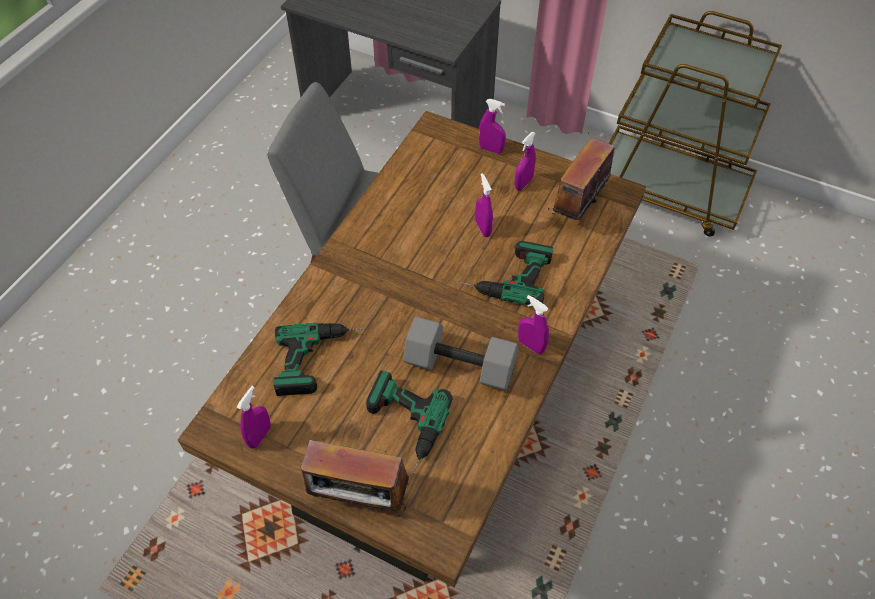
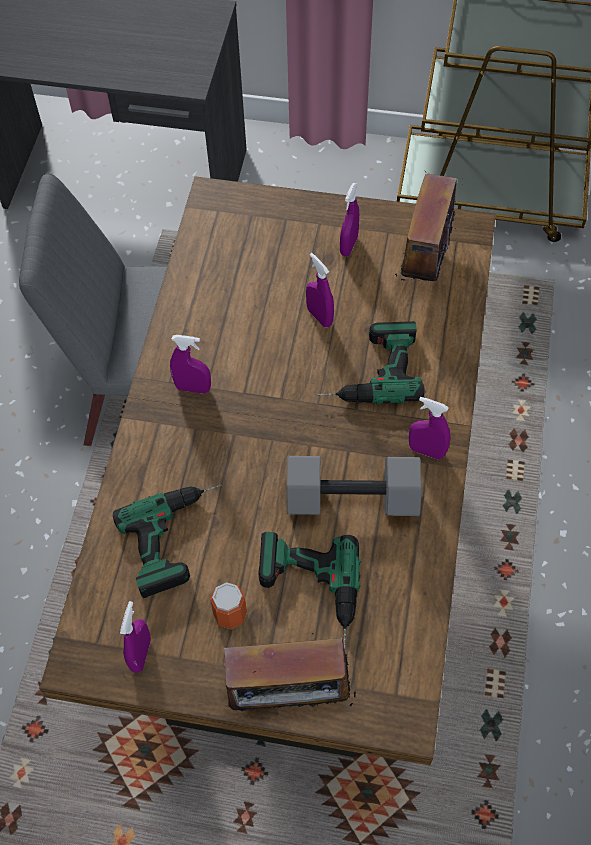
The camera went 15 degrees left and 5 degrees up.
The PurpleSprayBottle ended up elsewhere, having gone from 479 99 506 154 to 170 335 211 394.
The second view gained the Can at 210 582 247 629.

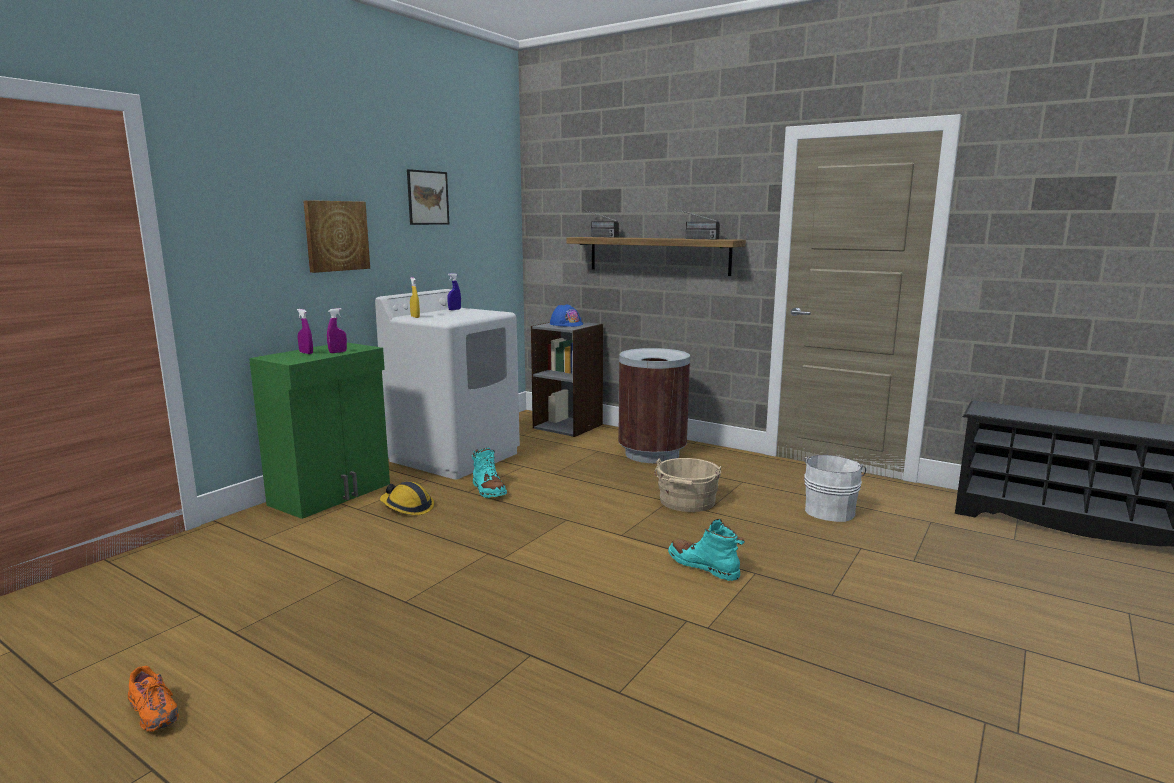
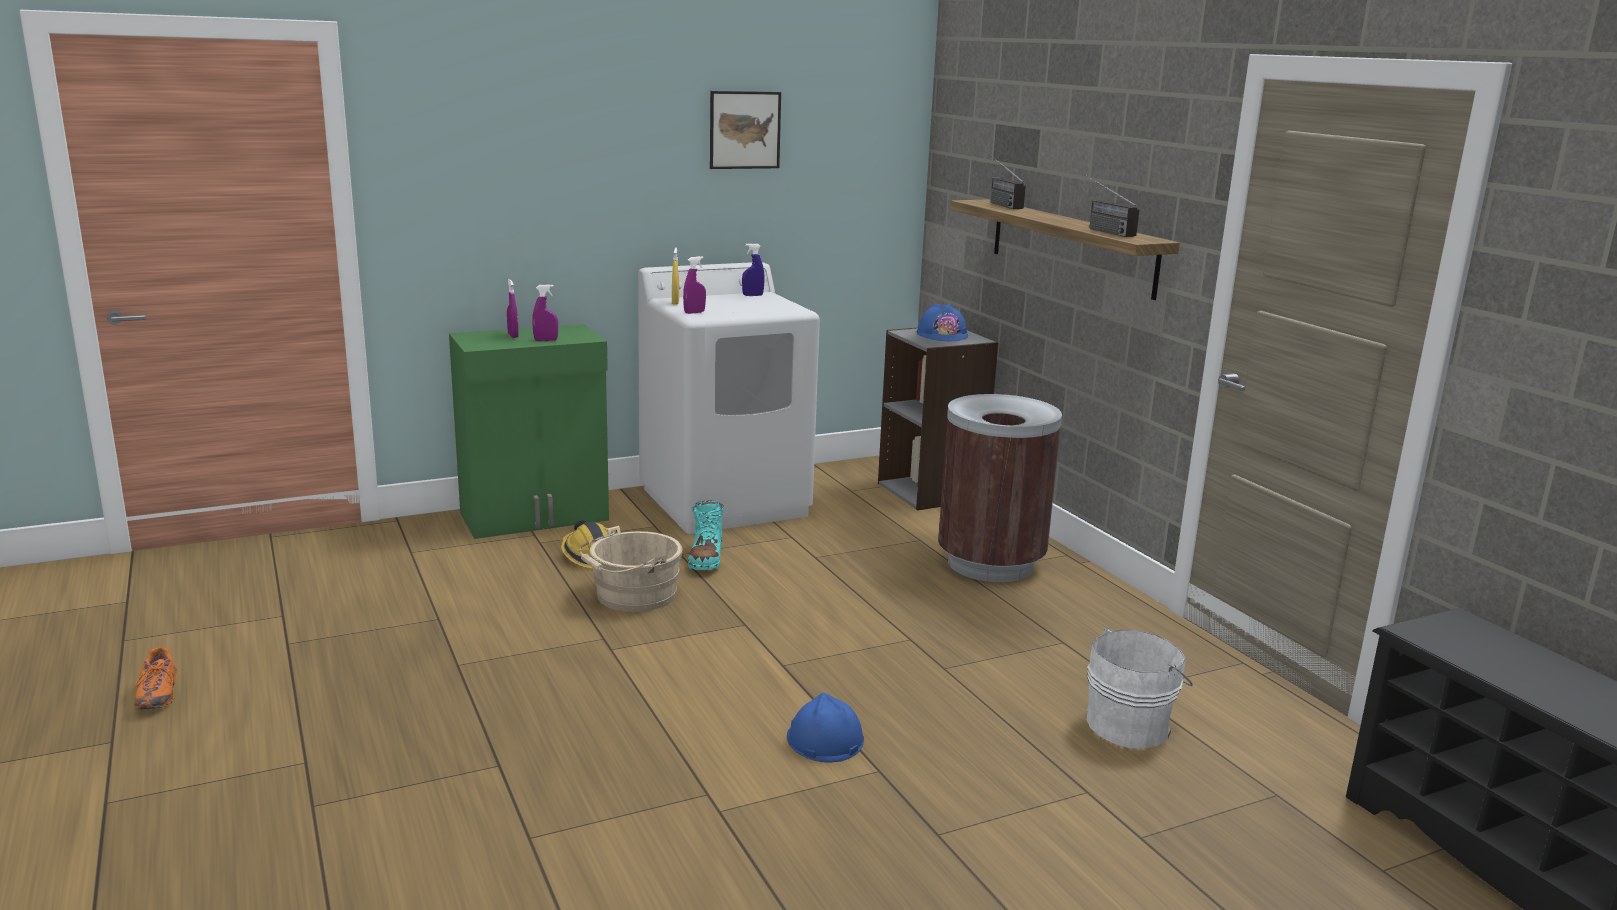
The camera went 30 degrees right and 5 degrees up.
The second view lost the Picture at 303 200 370 273.
The BeigeBucket ended up elsewhere, having gone from 654 458 721 512 to 580 526 683 612.
Where the TurquoiseBoot stood at 668 519 745 581, the BlueHardHat came to stand at 787 692 864 763.
The second view gained the PurpleSprayBottle at 683 256 706 314.

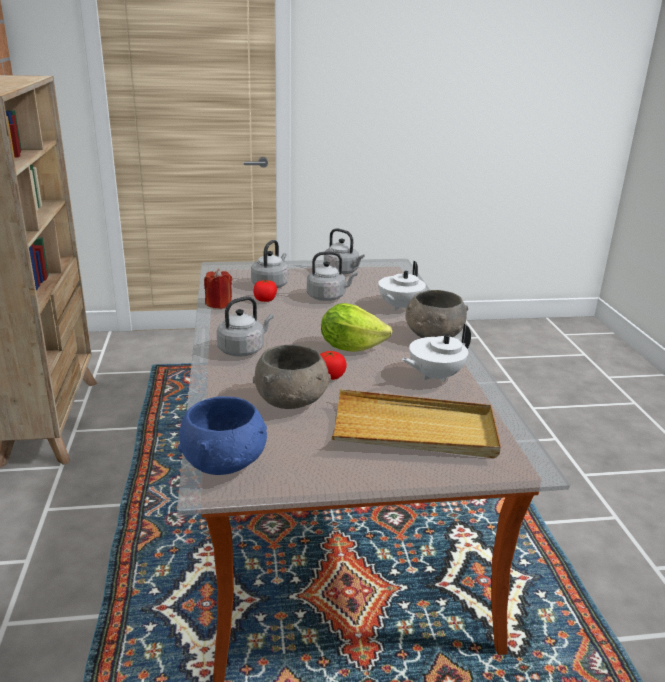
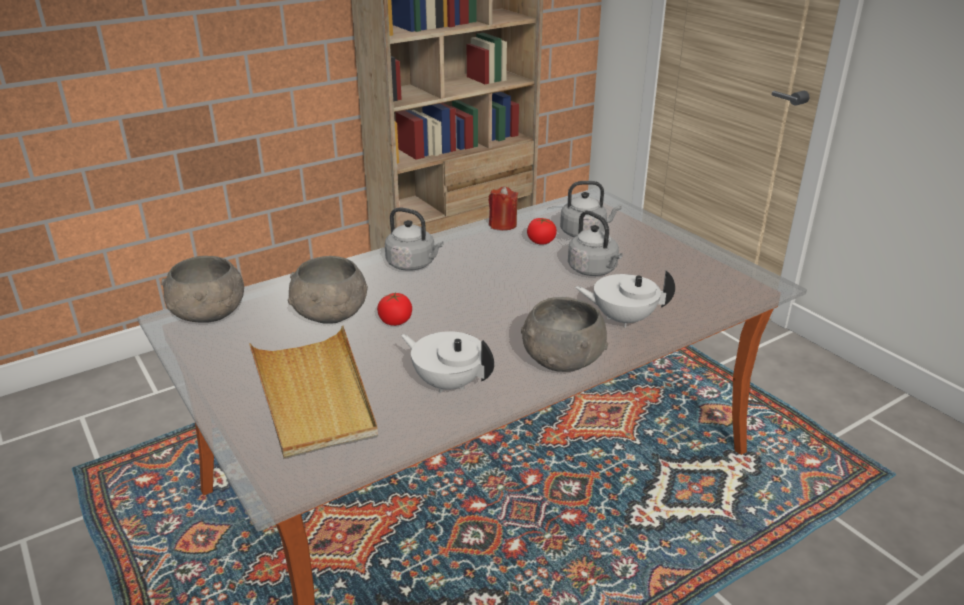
The camera went 65 degrees right and 5 degrees up.
The second view lost the GreyKettle at 324 228 365 274.
The second view lost the Lettuce at 321 303 393 352.
What was the BlueBowl at 178 396 267 475 turned into the GreyBowl at 161 256 244 323.

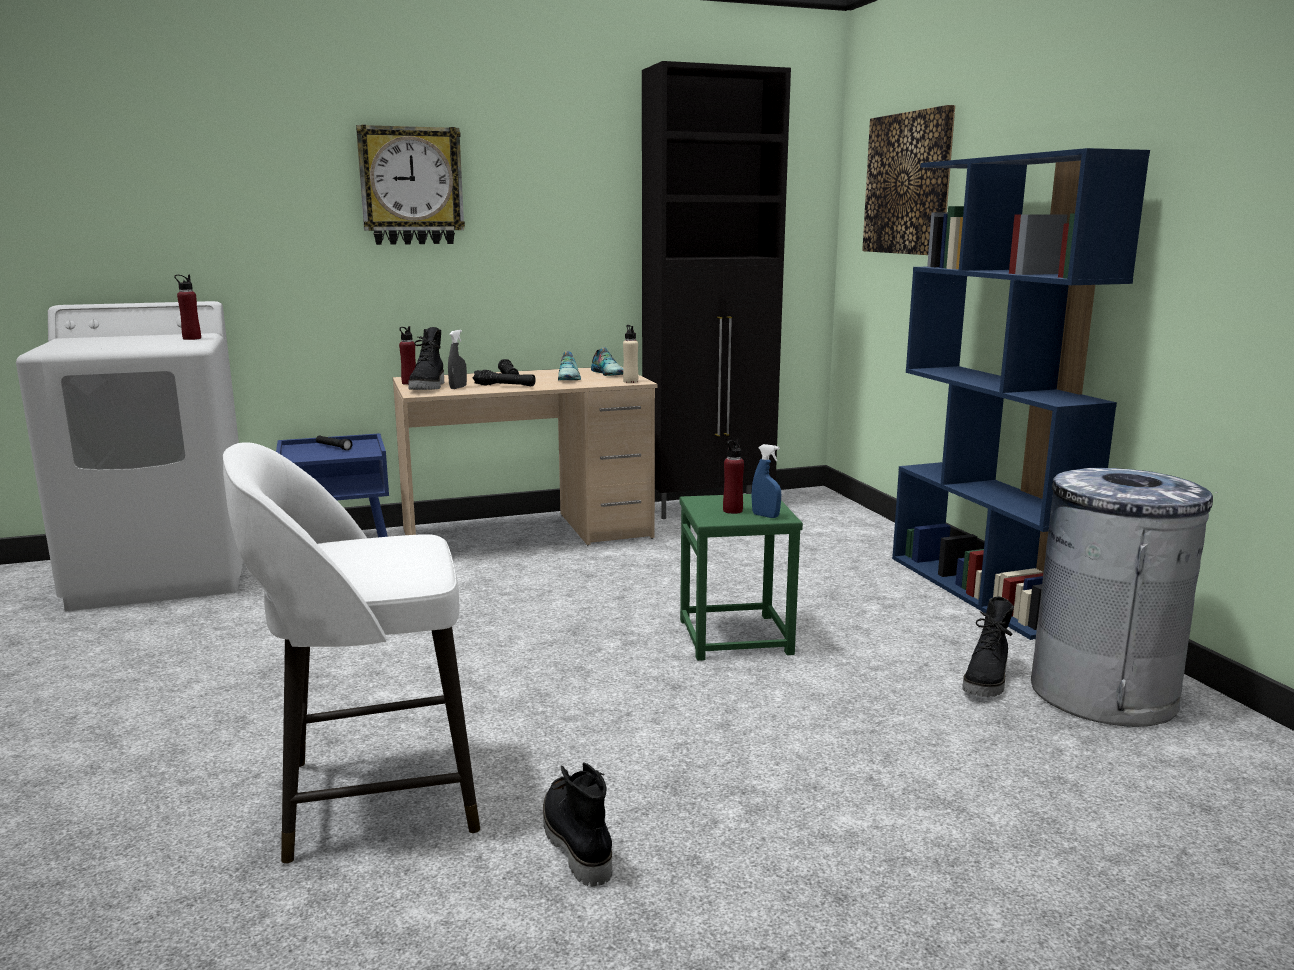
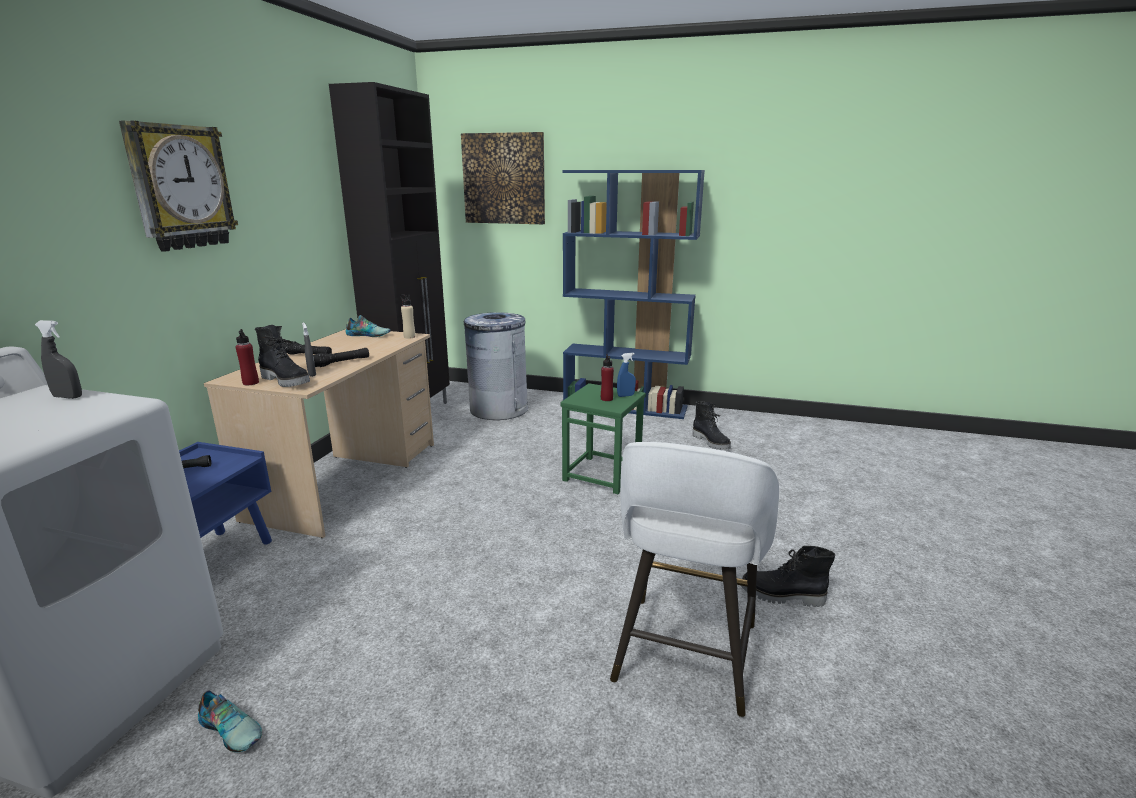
The camera went 55 degrees left and 5 degrees up.
Where the RedBottle stood at 174 275 201 340, the GreySprayBottle came to stand at 35 320 82 399.
The Shoe ended up elsewhere, having gone from 558 351 581 380 to 198 691 262 752.
The GreyTrashCan ended up elsewhere, having gone from 1031 468 1217 727 to 464 312 528 420.

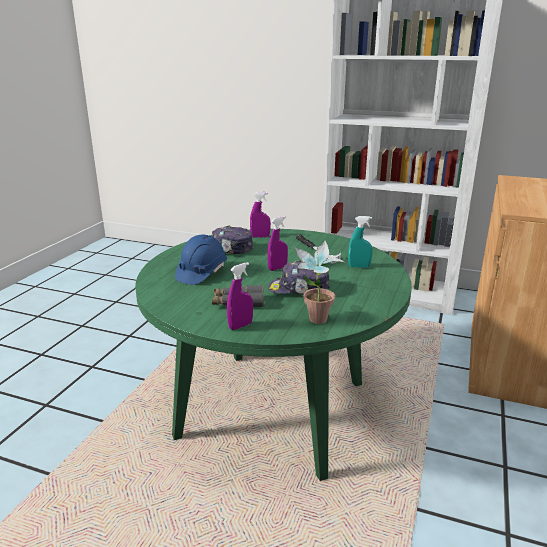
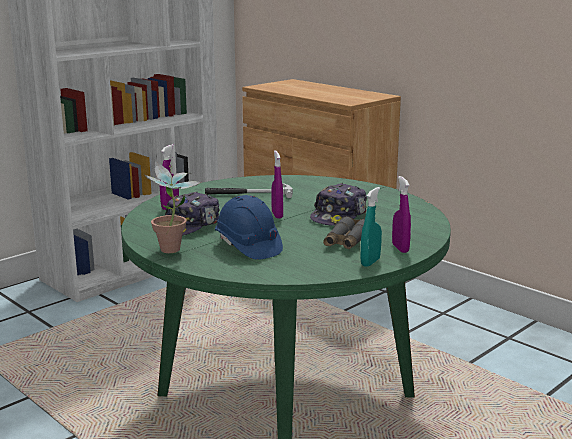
The camera went 65 degrees left and 5 degrees down.
The TurquoiseSprayBottle ended up elsewhere, having gone from 348 216 373 268 to 360 187 382 267.
The PottedPlant ended up elsewhere, having gone from 295 241 345 324 to 145 161 201 253.

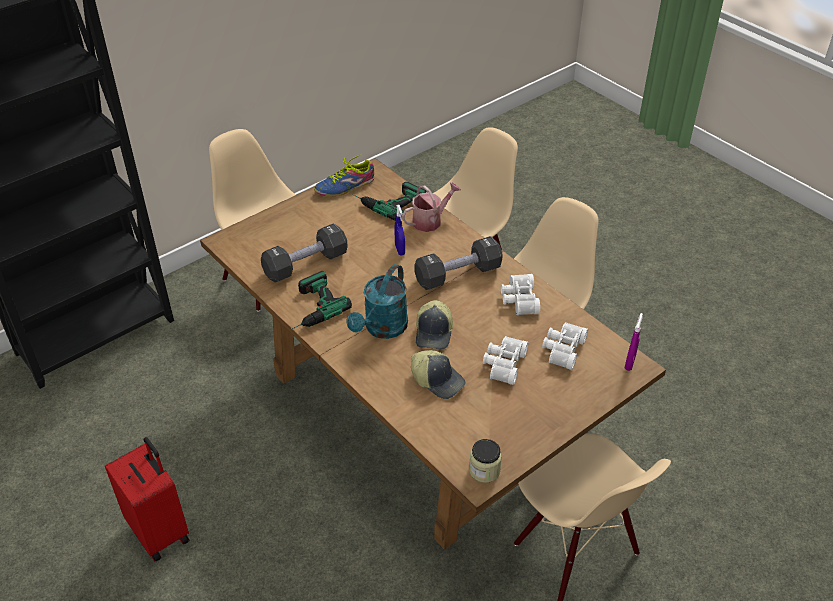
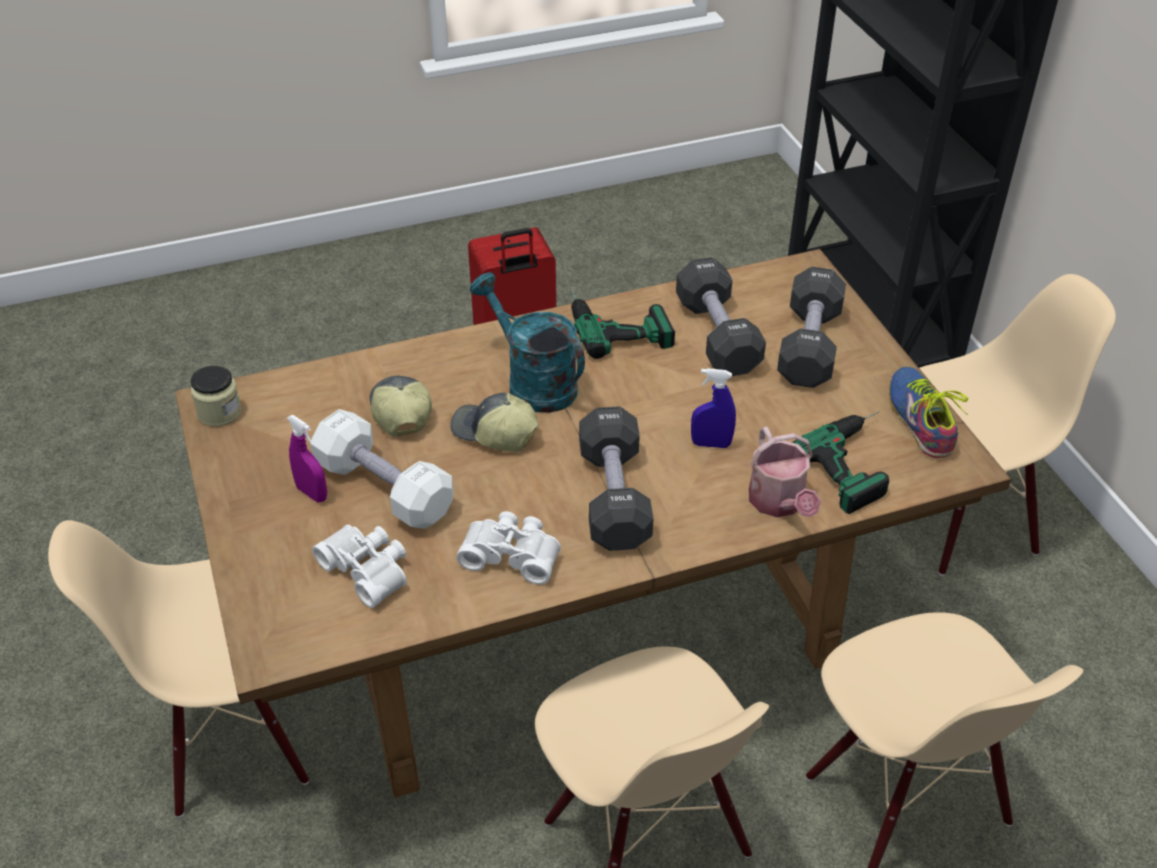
The camera went 110 degrees right and 0 degrees up.
The PurpleSprayBottle ended up elsewhere, having gone from 624 313 643 371 to 287 415 327 502.
Where the WhiteBinoculars stood at 483 336 529 385, the WhiteDumbbell came to stand at 310 409 454 529.
The Cap at 411 350 466 399 ended up facing another way, 105 degrees clockwise from before.
The second view gained the BlackDumbbell at 777 267 846 388.

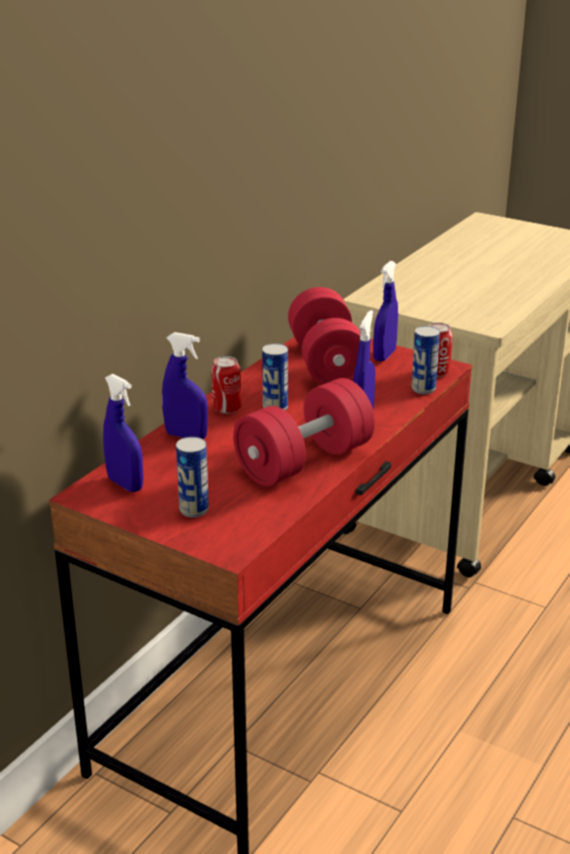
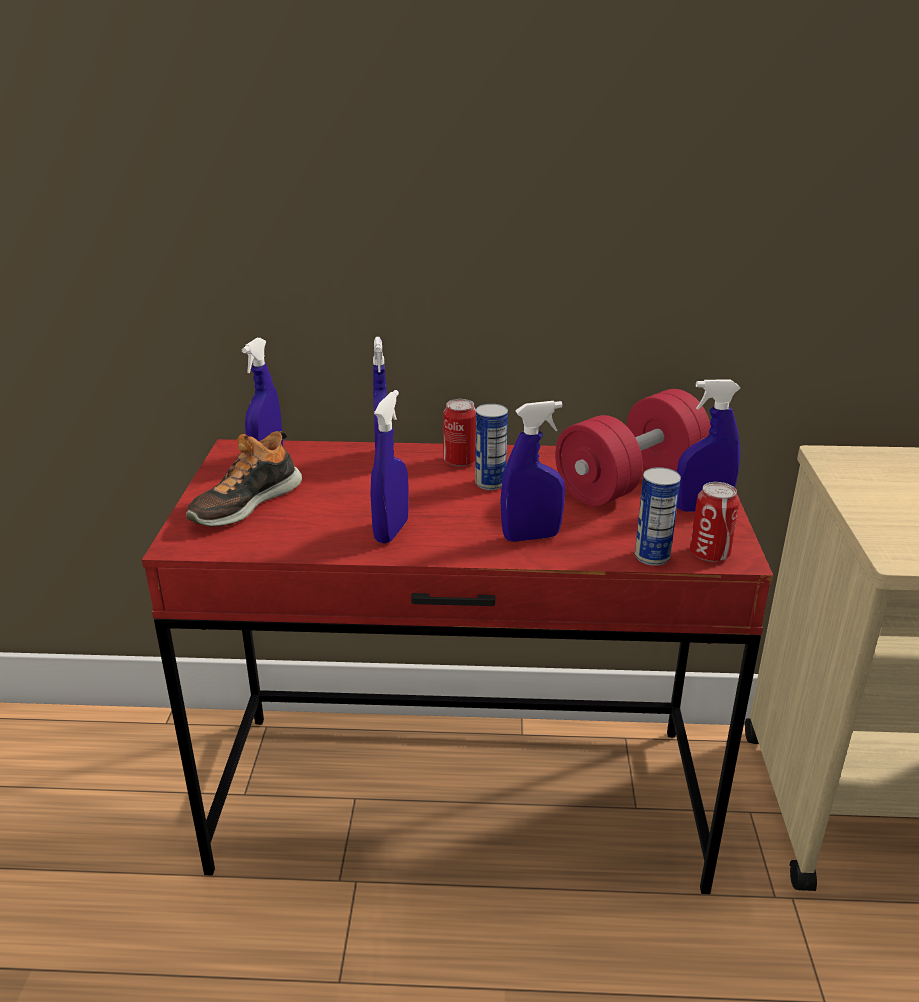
The camera went 60 degrees right and 0 degrees up.
Where the RedDumbbell stood at 233 378 375 486, the BlueSprayBottle came to stand at 370 390 409 544.
Where the Can stood at 176 437 209 517, the Shoe came to stand at 186 431 302 527.

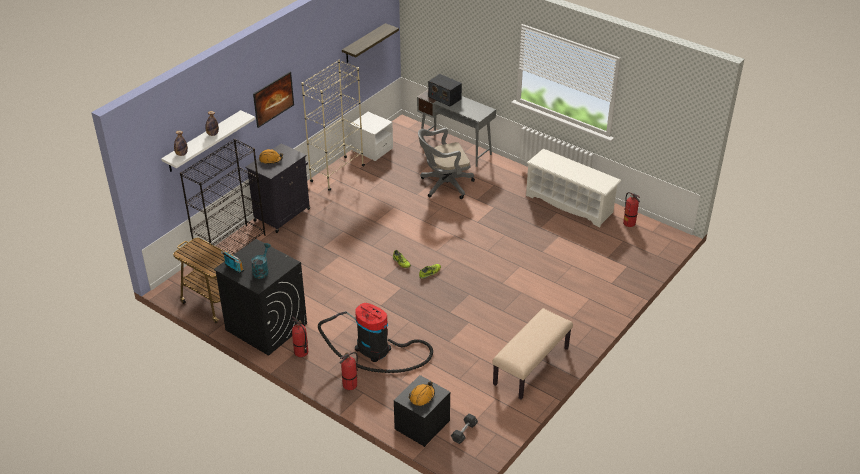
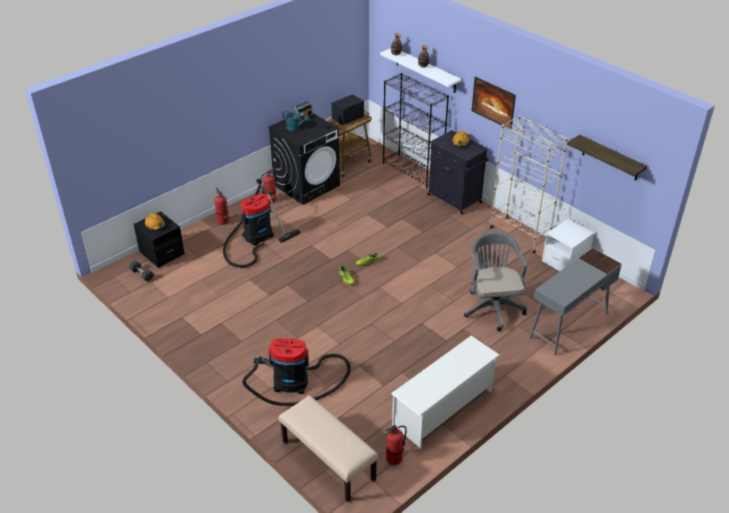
The camera went 100 degrees right and 0 degrees up.
The Radio ended up elsewhere, having gone from 428 74 462 106 to 331 94 364 125.
The BeigeBench ended up elsewhere, having gone from 492 308 573 400 to 279 395 378 502.
The second view gained the VacuumCleaner at 242 338 351 406.

